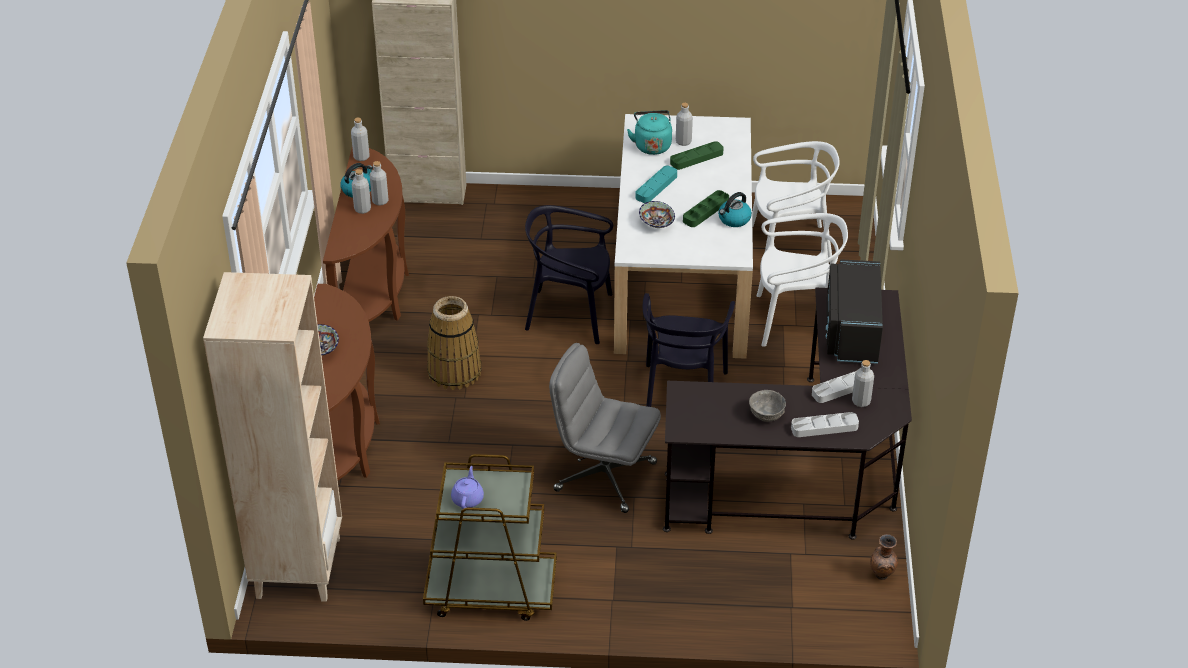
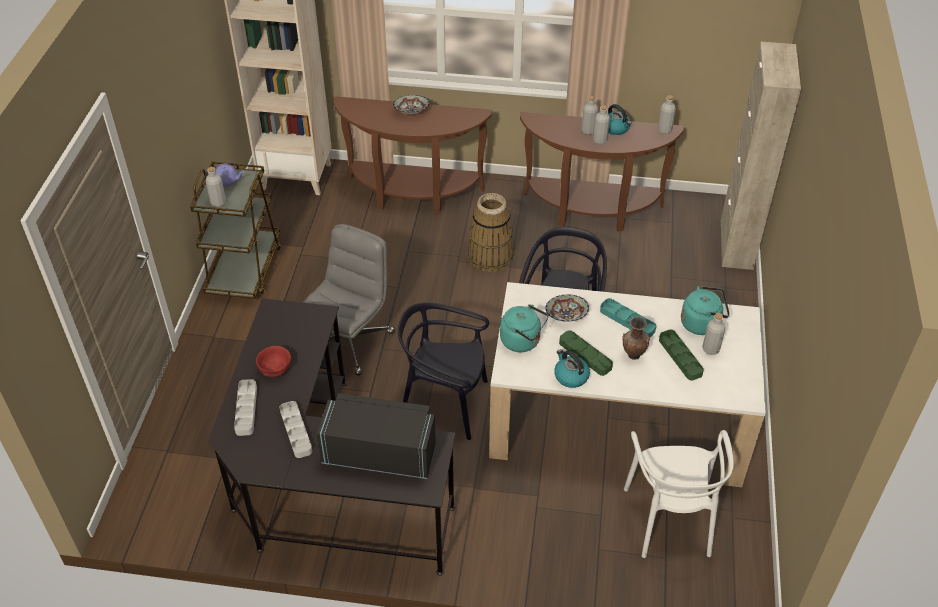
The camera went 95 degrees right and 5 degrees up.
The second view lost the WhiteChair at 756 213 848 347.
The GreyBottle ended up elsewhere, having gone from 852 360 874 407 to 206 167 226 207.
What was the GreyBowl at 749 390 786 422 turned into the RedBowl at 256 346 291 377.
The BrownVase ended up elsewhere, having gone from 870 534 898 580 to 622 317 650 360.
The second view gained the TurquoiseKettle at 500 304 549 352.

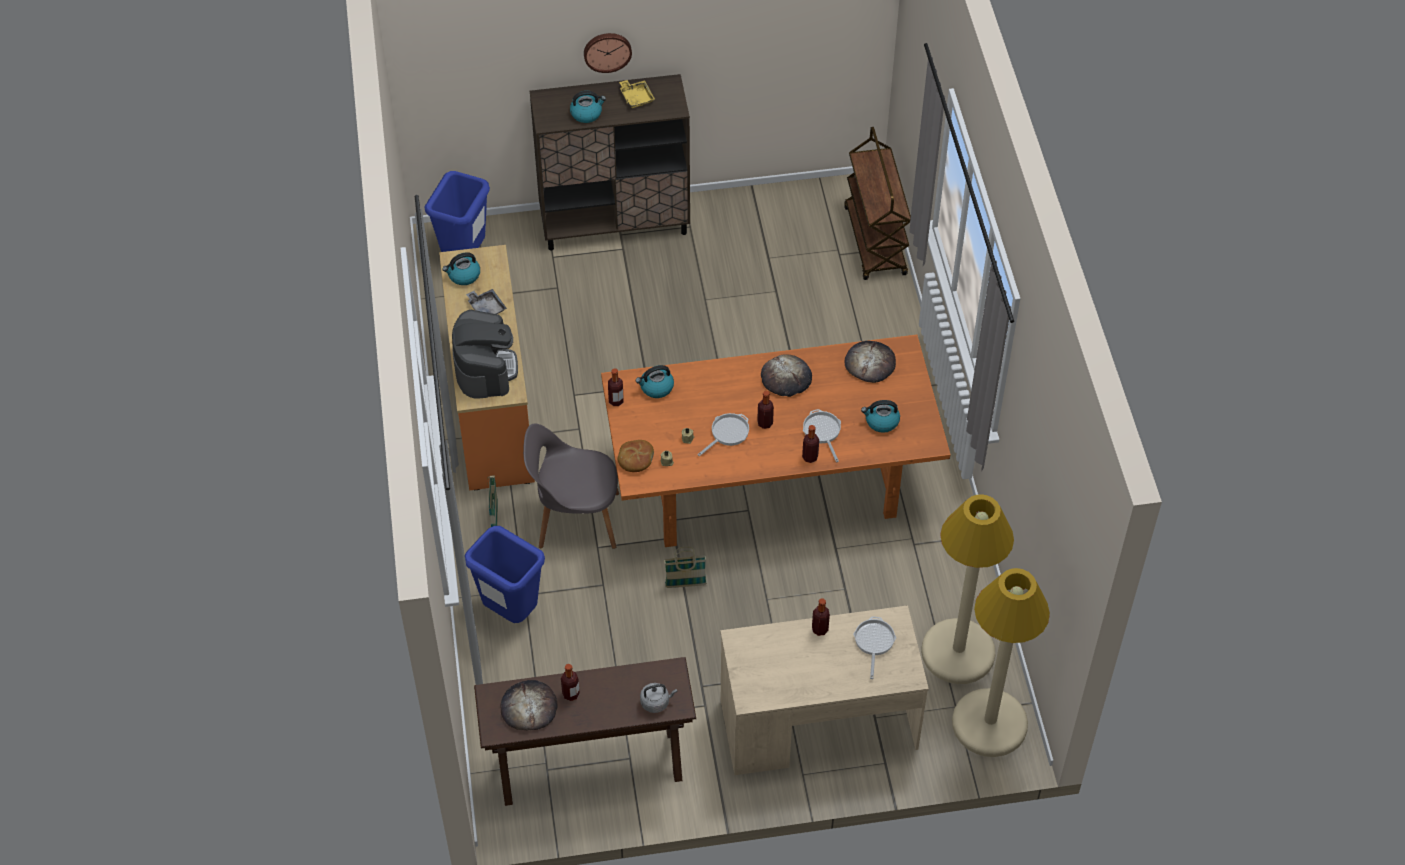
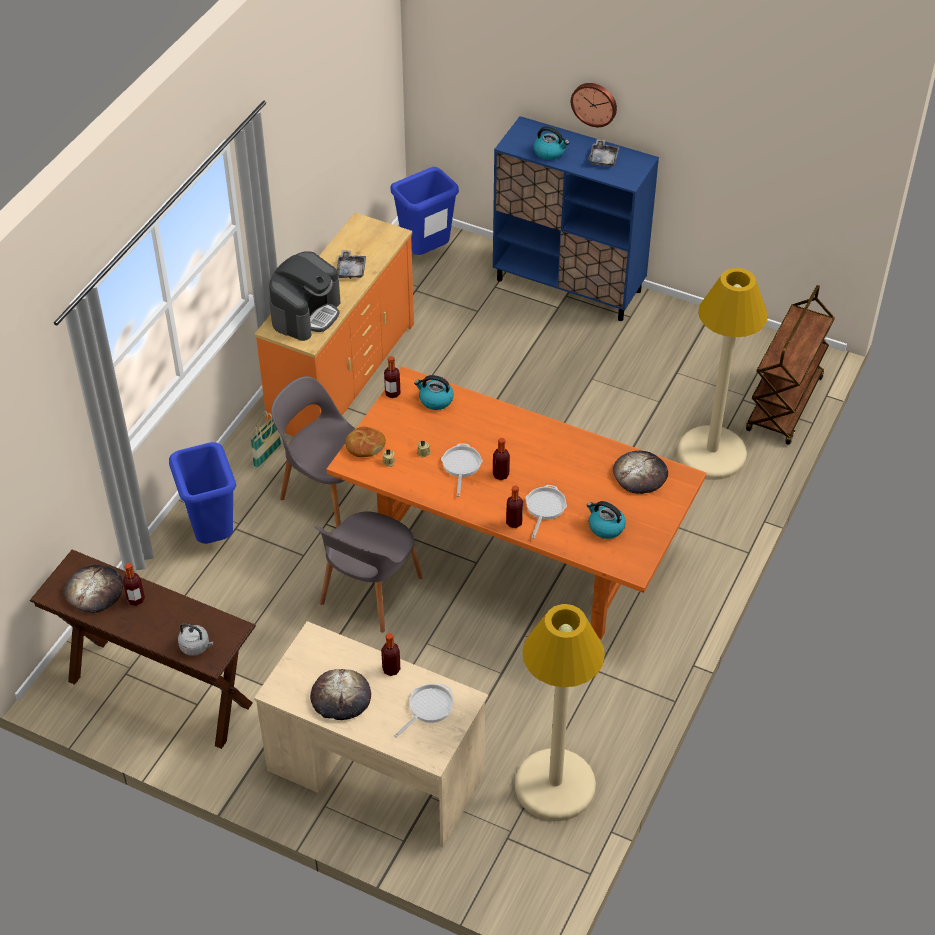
The camera went 35 degrees right and 5 degrees down.
What was the BrownCabinet at 530 74 690 251 turned into the BlueCabinet at 493 116 659 321.
What was the YellowTray at 619 80 655 108 turned into the GreyTray at 588 139 620 166.
The second view lost the Kettle at 442 252 480 285.
The Bread ended up elsewhere, having gone from 761 354 812 397 to 310 669 371 720.
The FryingPan at 698 413 749 456 ended up facing another way, 75 degrees counterclockwise from before.
Where the Basket stood at 664 546 707 588, the GreyChair came to stand at 315 511 423 633.
The BeigeFloorLamp ended up elsewhere, having gone from 952 568 1050 757 to 677 268 768 480.

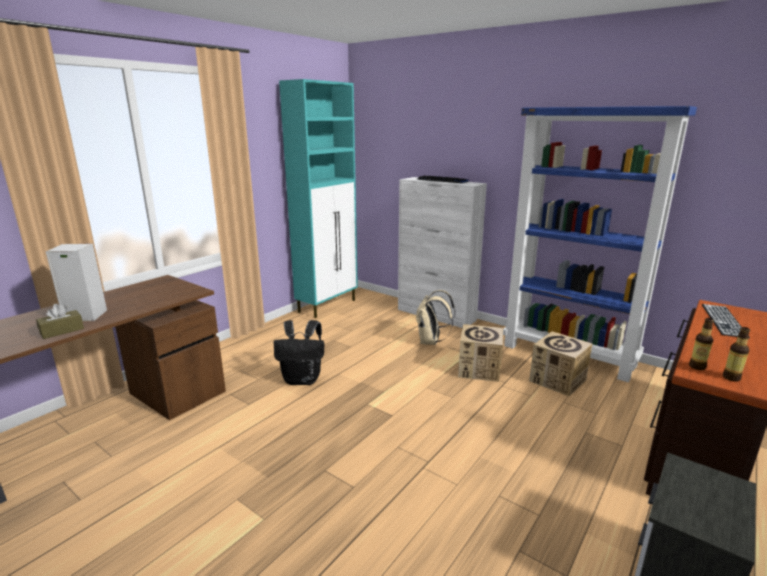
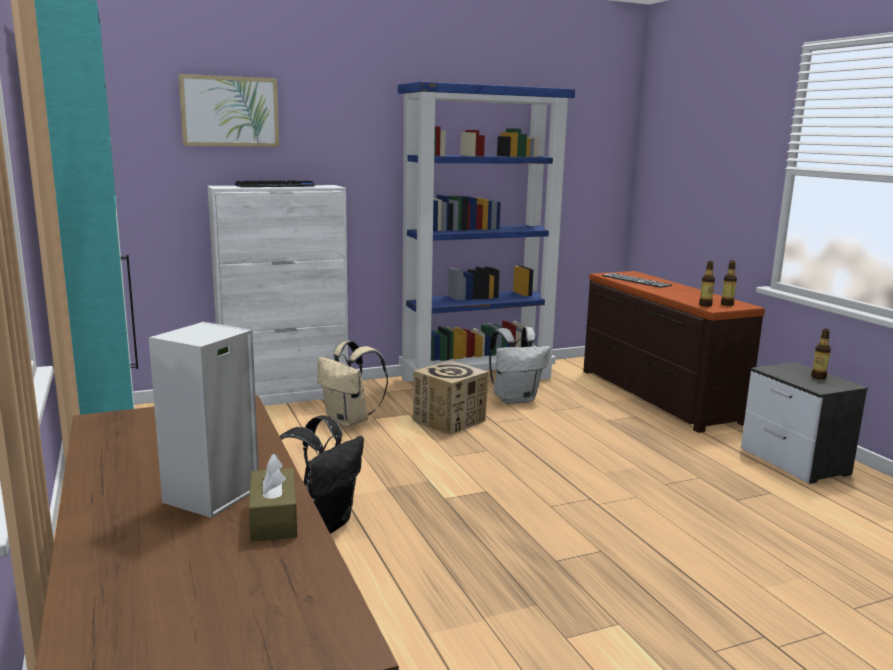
The camera went 60 degrees left and 5 degrees down.
Where the CardboardBox stood at 529 331 593 396, the WhiteBackpack came to stand at 489 327 550 404.
The second view gained the Picture at 178 74 279 147.
The second view gained the Bottle at 811 329 831 380.

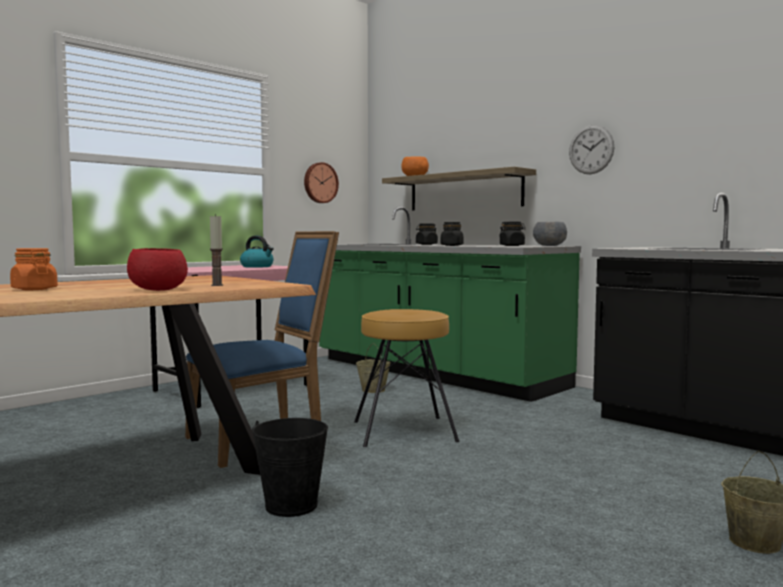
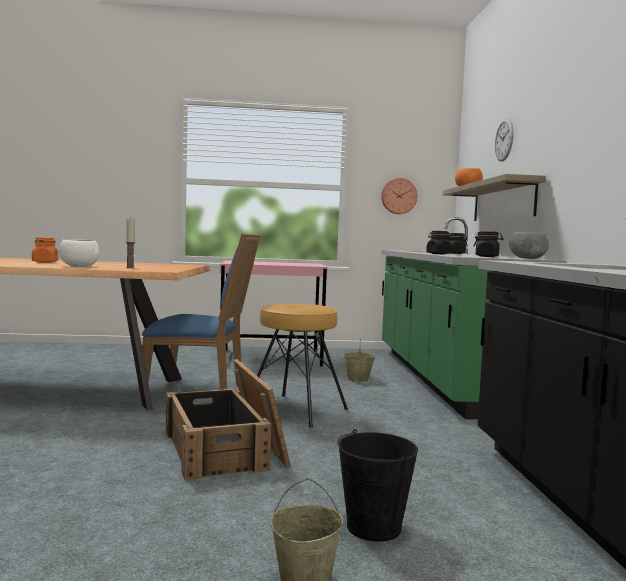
The camera went 40 degrees right and 0 degrees up.
The WallClock ended up elsewhere, having gone from 569 125 614 174 to 495 118 514 162.
The second view lost the Kettle at 240 236 274 268.
What was the RedBowl at 127 248 188 291 turned into the WhiteBowl at 59 239 100 267.
The BlackBucket ended up elsewhere, having gone from 252 418 328 517 to 337 429 418 542.
The second view gained the Crate at 166 359 290 481.

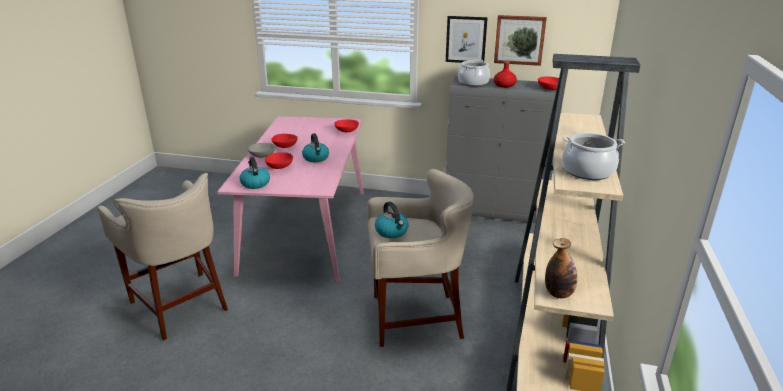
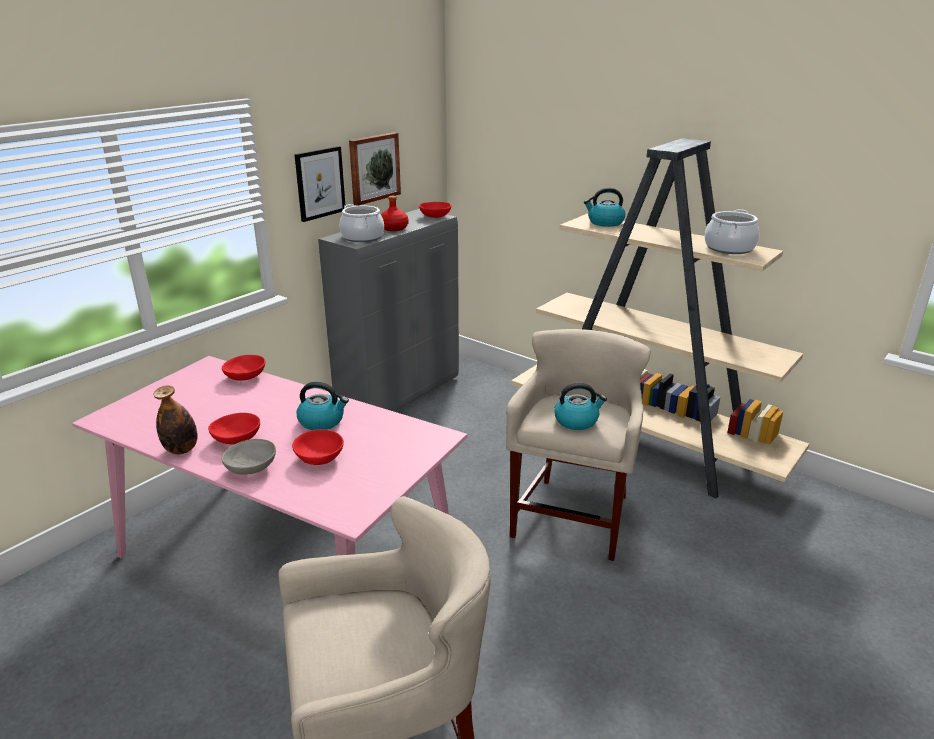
The camera went 65 degrees left and 0 degrees up.
The Kettle ended up elsewhere, having gone from 240 157 270 189 to 584 188 625 227.
The Bottle ended up elsewhere, having gone from 545 238 577 298 to 153 386 198 454.

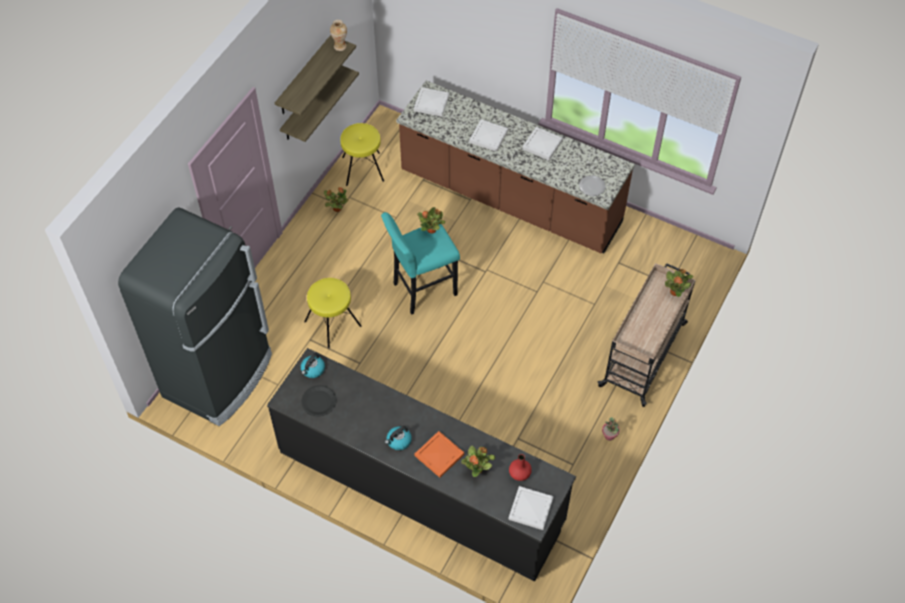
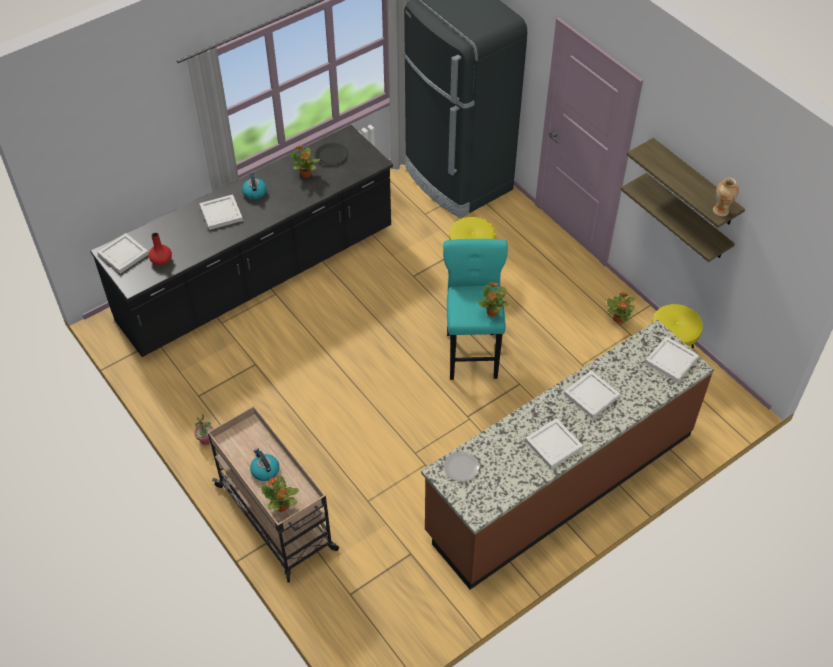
The camera went 115 degrees right and 5 degrees down.
The Kettle ended up elsewhere, having gone from 301 353 325 378 to 250 448 279 481.
What was the OrangeTray at 414 431 464 478 turned into the WhiteTray at 199 194 243 230.
The PottedPlant ended up elsewhere, having gone from 461 445 495 477 to 291 145 320 178.

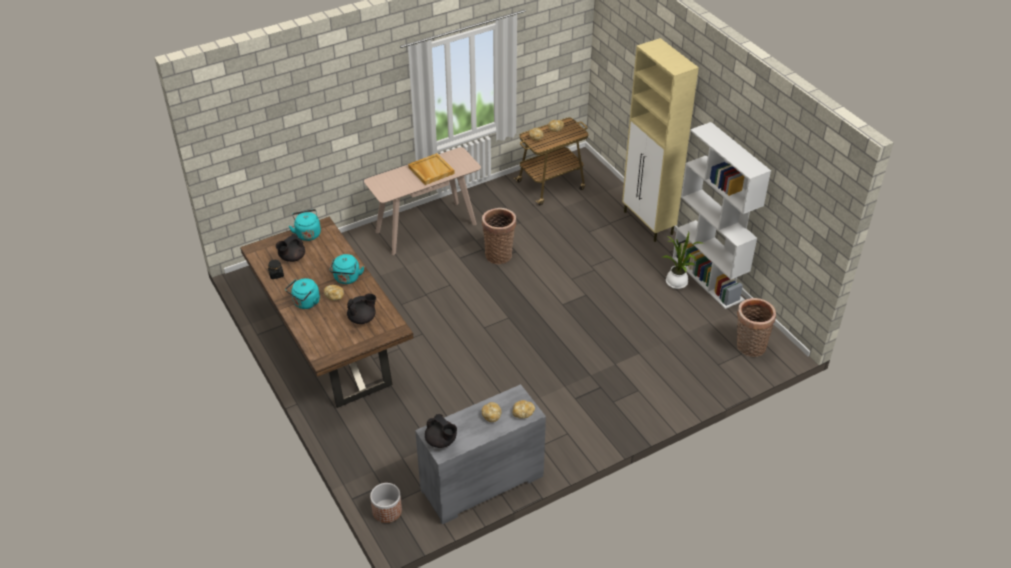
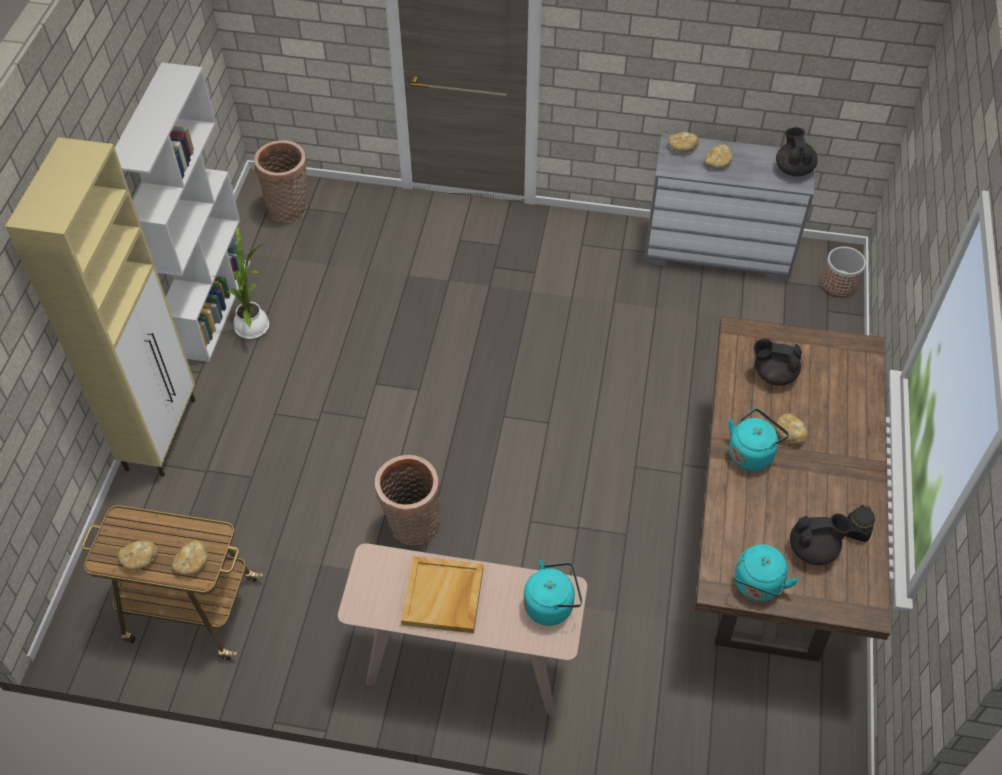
The camera went 140 degrees left and 10 degrees up.
The TurquoiseKettle ended up elsewhere, having gone from 285 278 320 309 to 524 560 582 626.

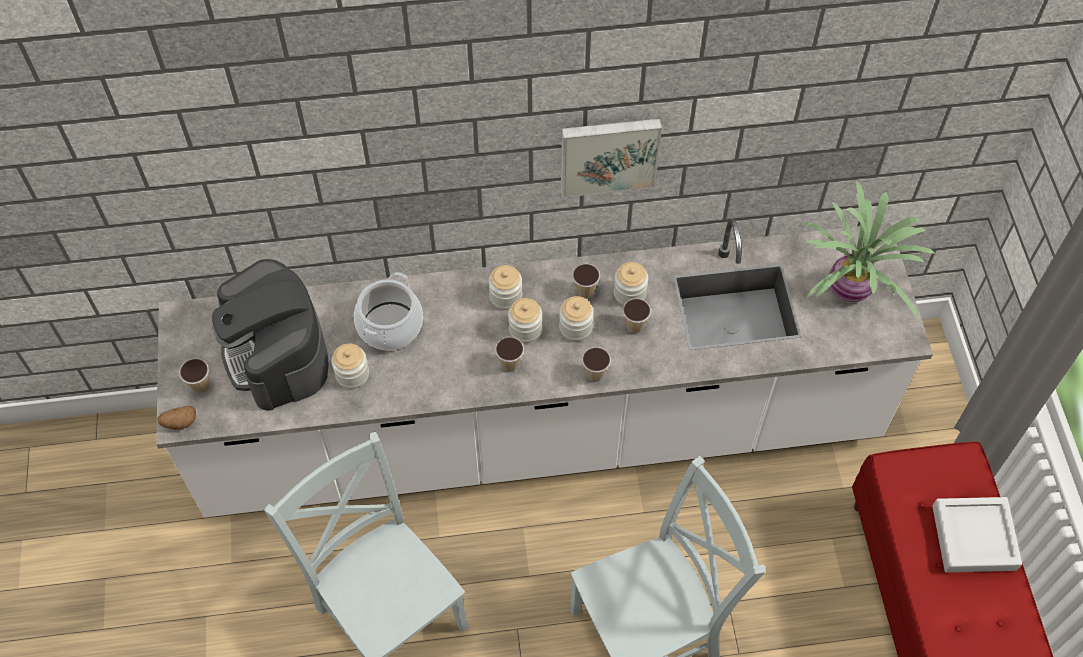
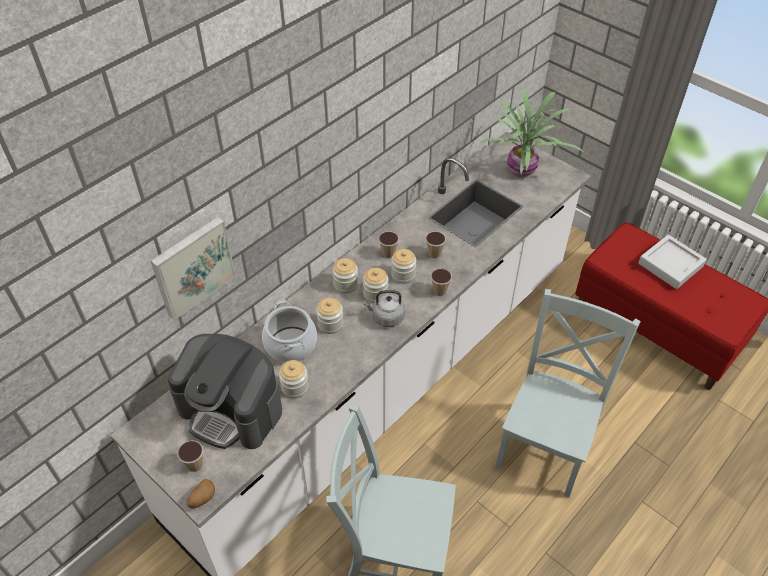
The camera went 40 degrees left and 10 degrees down.
The Picture ended up elsewhere, having gone from 561 119 662 198 to 151 217 236 320.
The Jar ended up elsewhere, having gone from 614 262 648 306 to 316 298 344 334.
Where the Cup stood at 495 337 524 372, the GreyKettle came to stand at 363 290 405 327.

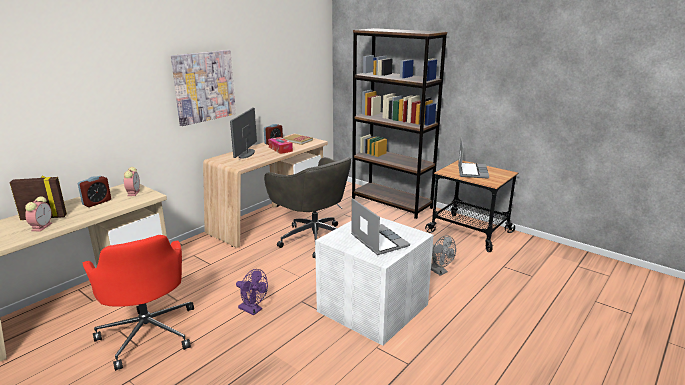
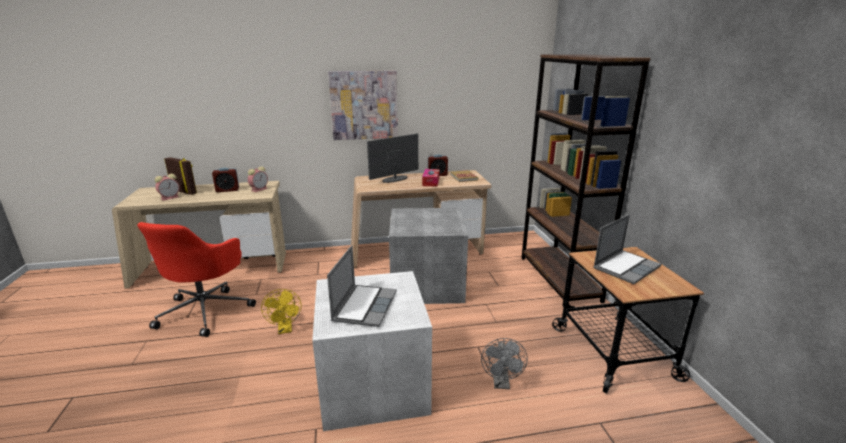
The camera went 40 degrees right and 0 degrees up.
Where the GreyOfficeChair stood at 264 157 352 258, the GreyStorageBox came to stand at 389 208 468 304.
What was the PurpleFan at 236 269 268 315 turned into the YellowFan at 261 289 302 334.

